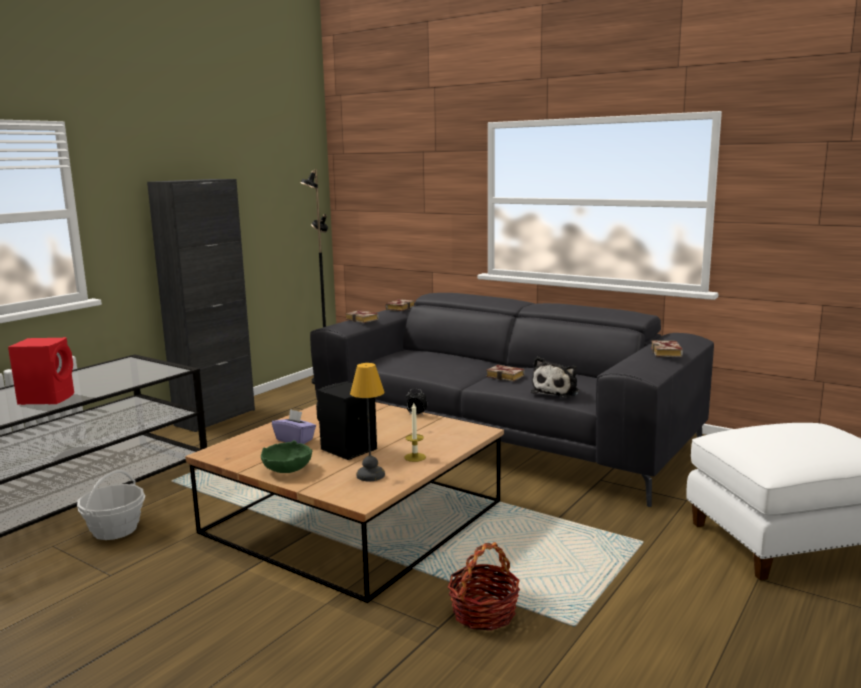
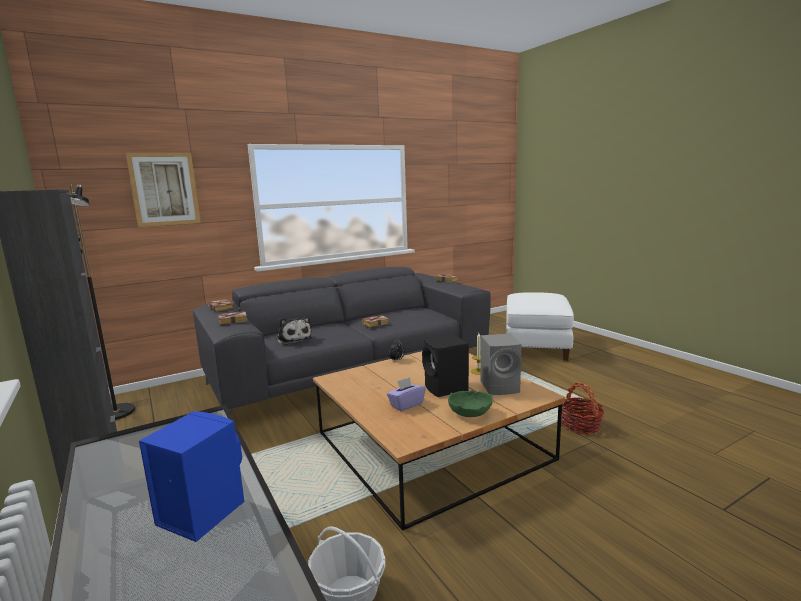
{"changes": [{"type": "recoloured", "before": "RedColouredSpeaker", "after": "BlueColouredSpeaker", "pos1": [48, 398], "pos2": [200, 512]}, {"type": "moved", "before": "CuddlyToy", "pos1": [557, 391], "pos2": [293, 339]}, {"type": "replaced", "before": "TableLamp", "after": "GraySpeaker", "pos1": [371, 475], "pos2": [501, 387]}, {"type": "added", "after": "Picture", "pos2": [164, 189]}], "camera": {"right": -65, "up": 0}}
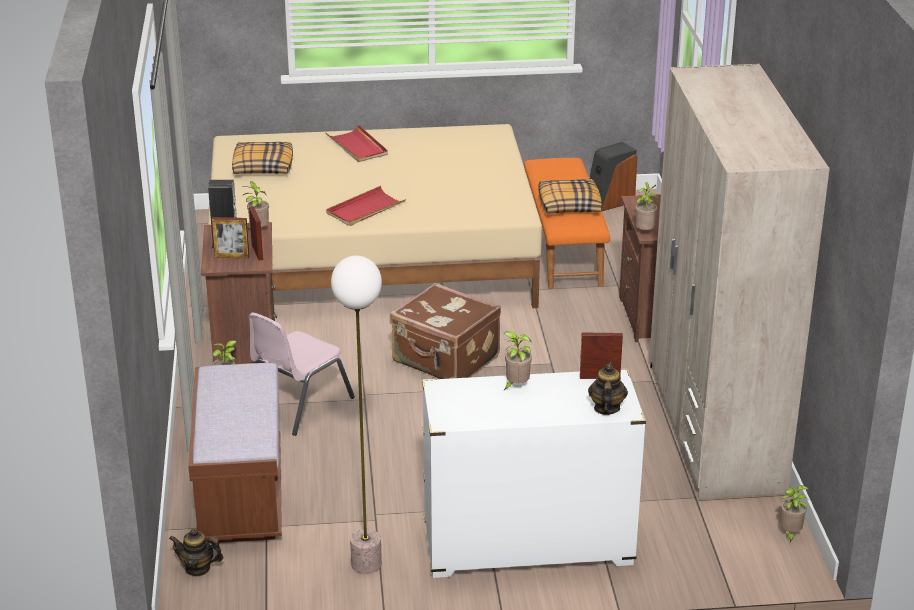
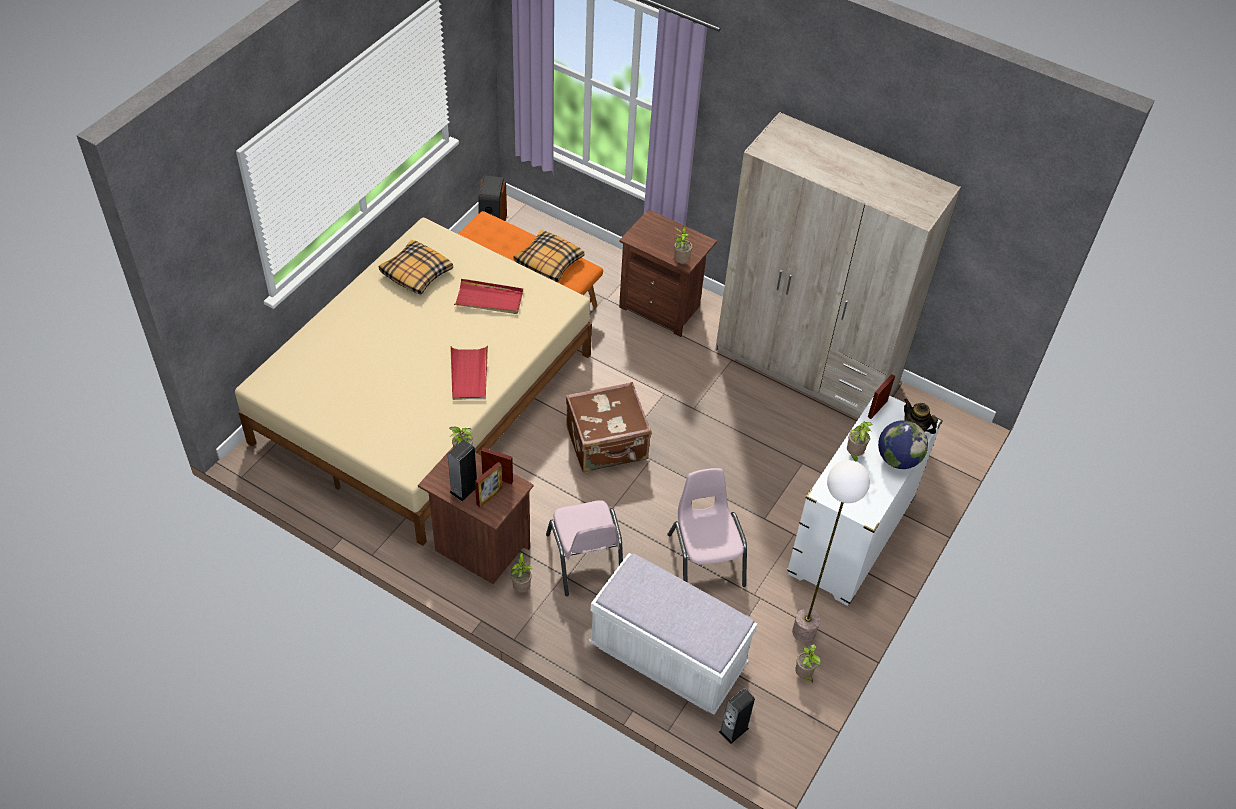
{"changes": [{"type": "moved", "before": "RedColouredServingTray", "pos1": [357, 147], "pos2": [489, 299]}, {"type": "moved", "before": "ThrowPillow", "pos1": [262, 166], "pos2": [416, 273]}, {"type": "recoloured", "before": "BrownishLongSeat", "after": "WhiteColouredLongSeat", "pos1": [240, 494], "pos2": [667, 657]}, {"type": "moved", "before": "PlantInAPot", "pos1": [790, 534], "pos2": [804, 675]}, {"type": "replaced", "before": "TeaPot", "after": "Speaker", "pos1": [197, 568], "pos2": [733, 730]}, {"type": "added", "after": "WorldGlobe", "pos2": [898, 459]}, {"type": "added", "after": "PinkChair", "pos2": [705, 559]}], "camera": {"right": -55, "up": 20}}
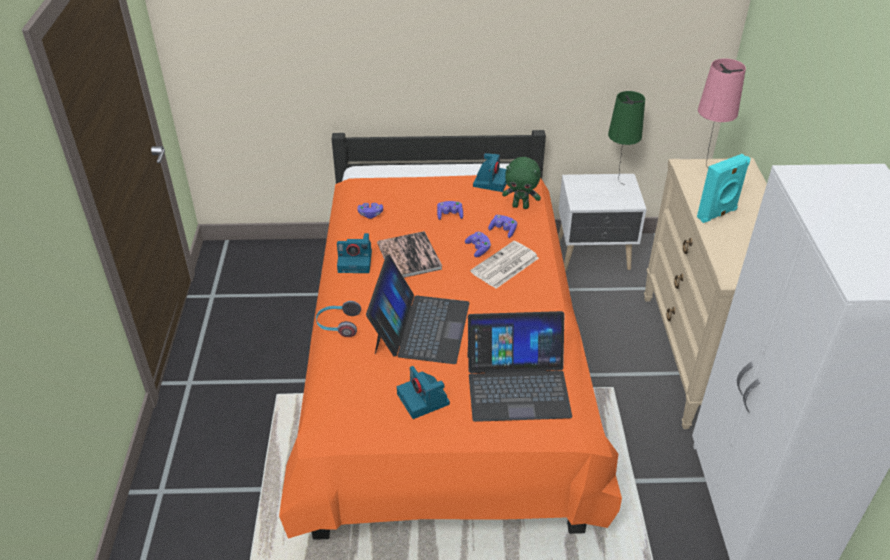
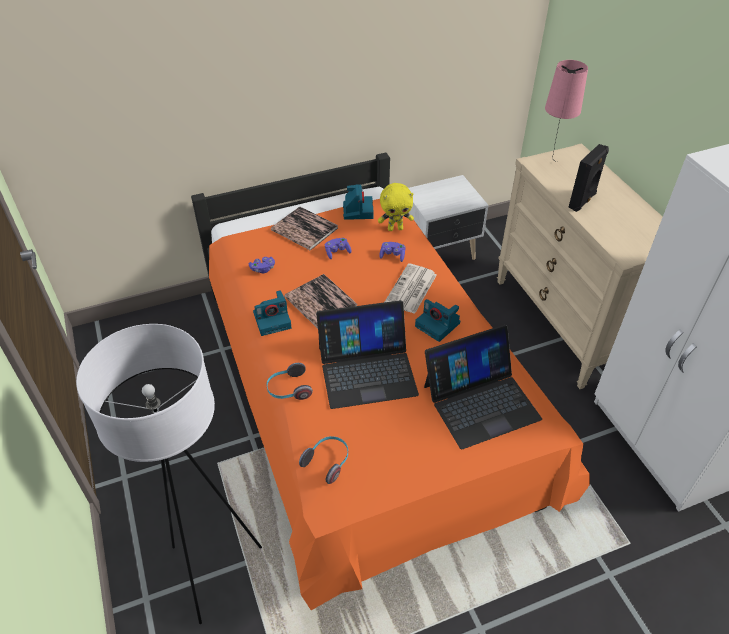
{"changes": [{"type": "removed", "before": "GreenTableLamp", "pos1": [616, 185]}, {"type": "recoloured", "before": "TurquoiseSpeaker", "after": "BlackSpeaker", "pos1": [717, 214], "pos2": [583, 201]}, {"type": "recoloured", "before": "GreenCuddlyToy", "after": "YellowishCuddlyToy", "pos1": [521, 206], "pos2": [395, 228]}, {"type": "removed", "before": "PurpleGameController", "pos1": [478, 249]}, {"type": "turned", "before": "PortableComputer", "pos1": [420, 327], "pos2": [367, 370], "turn": 90}, {"type": "moved", "before": "StillCamera", "pos1": [424, 400], "pos2": [438, 325]}, {"type": "added", "after": "Volume", "pos2": [304, 229]}, {"type": "added", "after": "WhiteColouredStandardLamp", "pos2": [213, 571]}, {"type": "added", "after": "Headphones", "pos2": [327, 462]}], "camera": {"right": -20, "up": 5}}
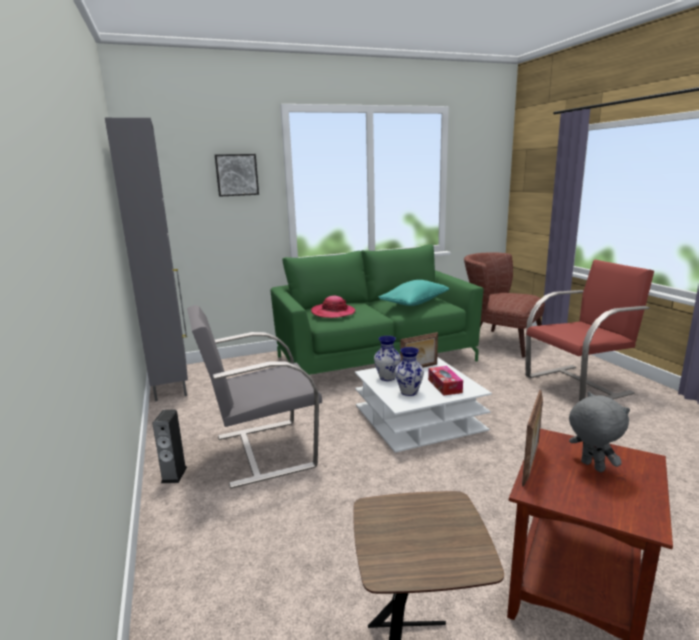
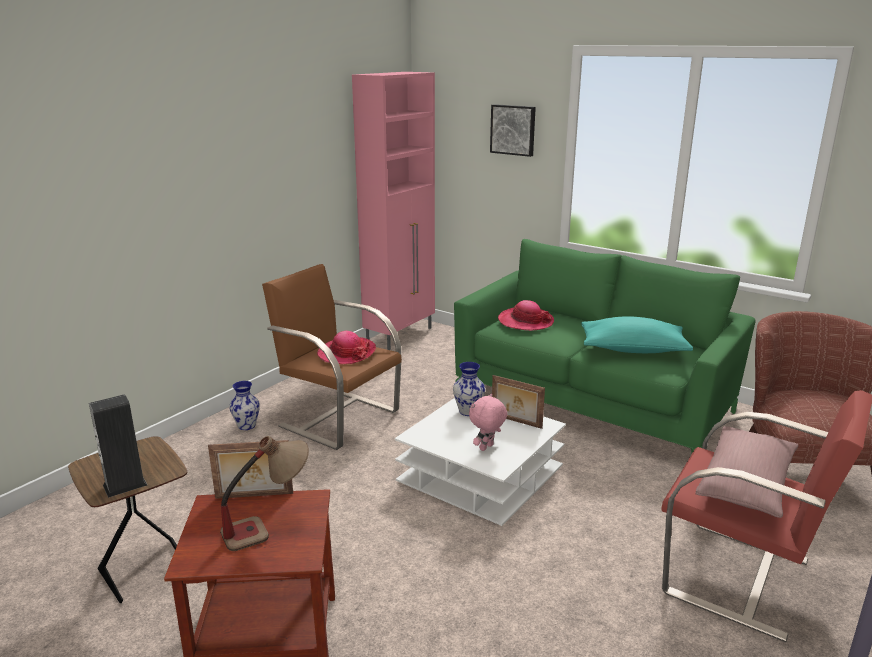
{"changes": [{"type": "recoloured", "before": "GrayCabinet", "after": "PinkCabinet", "pos1": [171, 384], "pos2": [400, 335]}, {"type": "recoloured", "before": "GrayArmchair", "after": "BrownishArmchair", "pos1": [263, 451], "pos2": [338, 418]}, {"type": "moved", "before": "FlowerVase", "pos1": [408, 392], "pos2": [247, 425]}, {"type": "replaced", "before": "BoxOfTissues", "after": "PinkCuddlyToy", "pos1": [444, 386], "pos2": [487, 448]}, {"type": "replaced", "before": "GrayCuddlyToy", "after": "TableLamp", "pos1": [591, 467], "pos2": [269, 527]}, {"type": "moved", "before": "Speaker", "pos1": [174, 475], "pos2": [125, 485]}, {"type": "added", "after": "ClothingHat", "pos2": [346, 353]}, {"type": "added", "after": "PinkThrowPillow", "pos2": [745, 485]}], "camera": {"right": 55, "up": 5}}
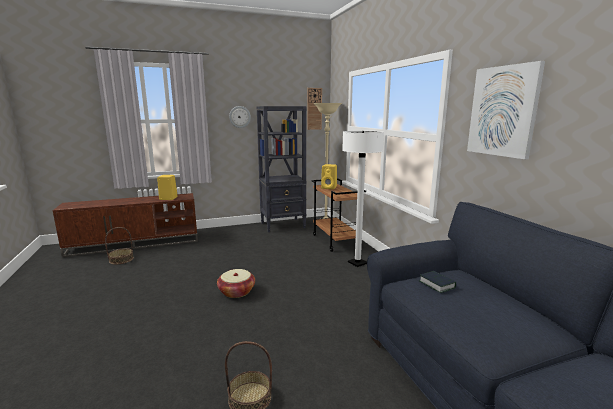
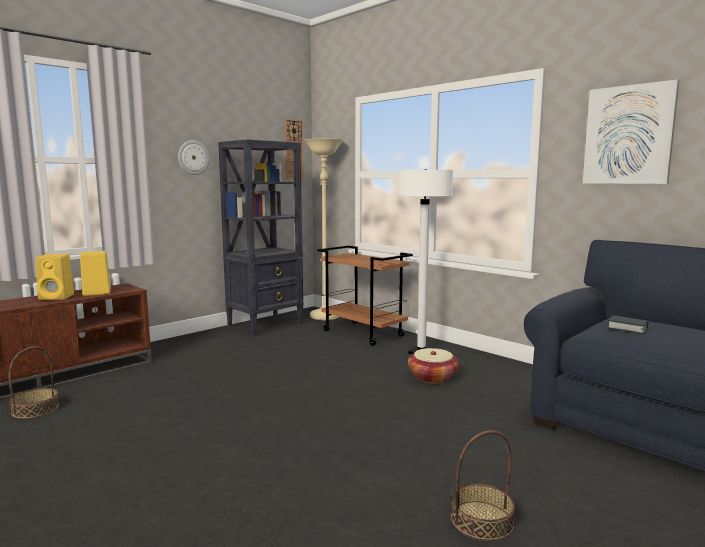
{"changes": [{"type": "moved", "before": "YellowishSpeaker", "pos1": [329, 187], "pos2": [58, 297]}, {"type": "moved", "before": "StorageBasket", "pos1": [236, 292], "pos2": [432, 377]}], "camera": {"right": -25, "up": -5}}
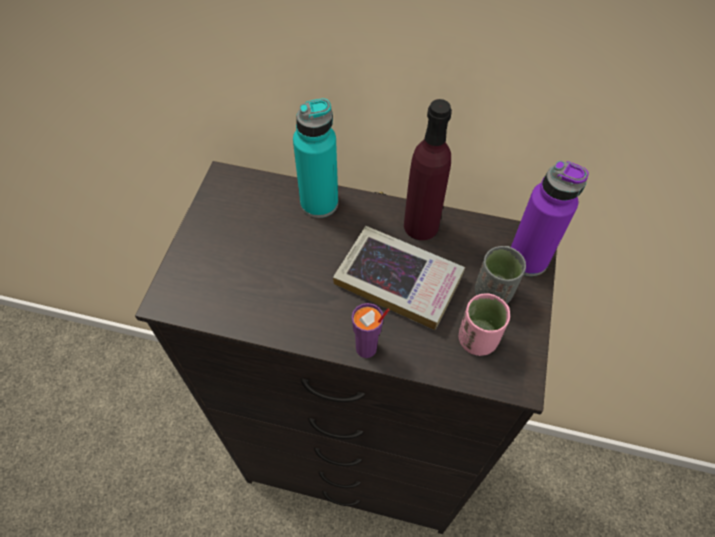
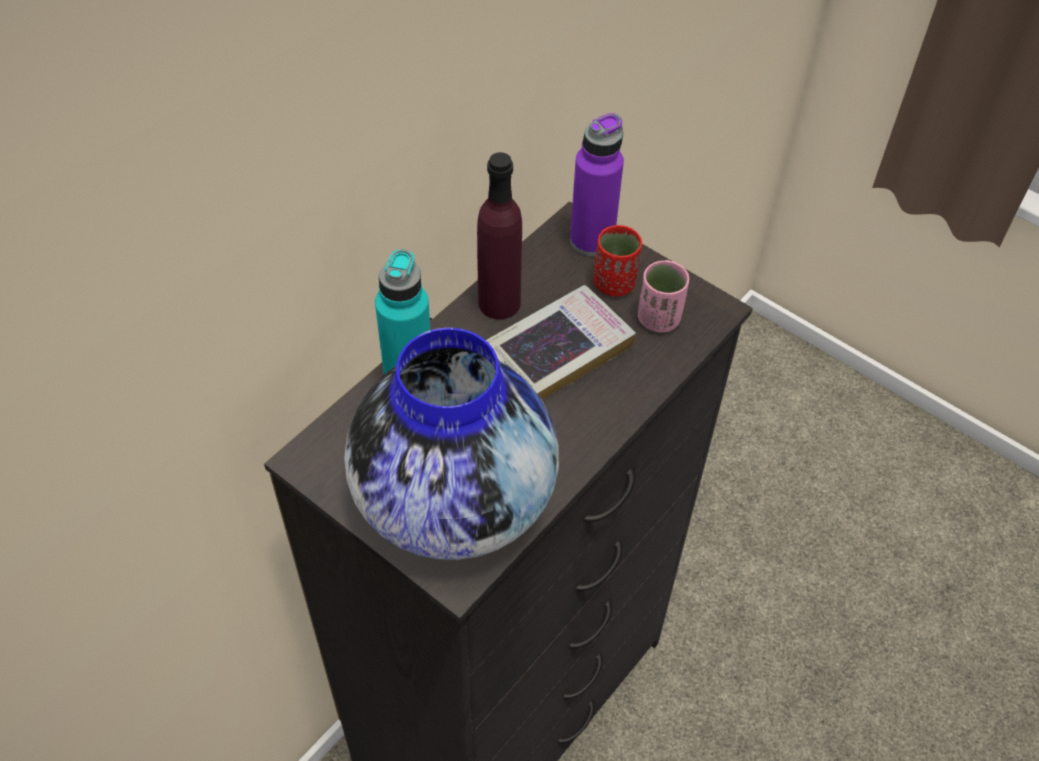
{"changes": [{"type": "recoloured", "before": "GrayCup", "after": "RedColouredCup", "pos1": [493, 292], "pos2": [614, 284]}, {"type": "removed", "before": "PurpleCup", "pos1": [366, 349]}, {"type": "added", "after": "FlowerVase", "pos2": [455, 498]}], "camera": {"right": -65, "up": -5}}
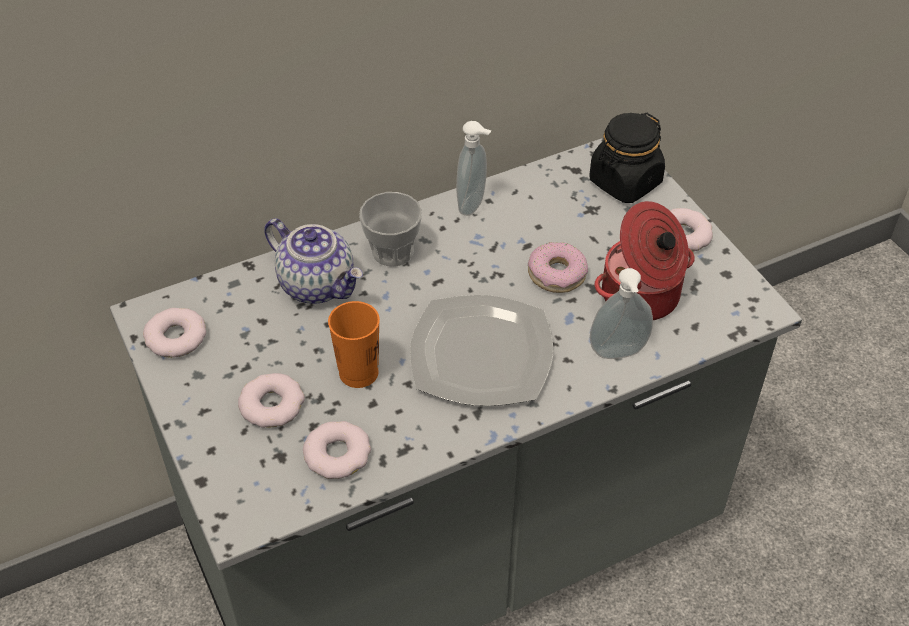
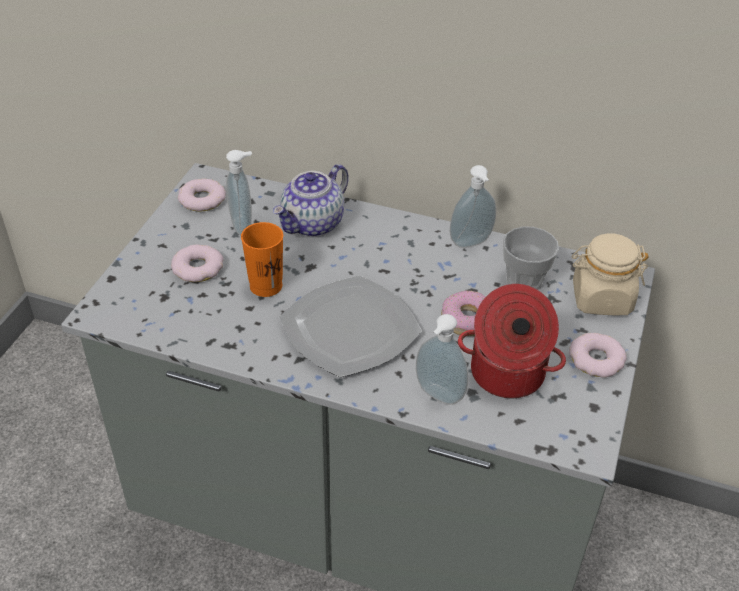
{"changes": [{"type": "recoloured", "before": "BlackPreserveJar", "after": "SandColouredPreserveJar", "pos1": [625, 182], "pos2": [601, 298]}, {"type": "moved", "before": "Cup", "pos1": [392, 252], "pos2": [524, 280]}, {"type": "turned", "before": "TeaPot", "pos1": [318, 284], "pos2": [313, 224], "turn": 45}, {"type": "removed", "before": "RingDoughnut", "pos1": [337, 454]}, {"type": "added", "after": "SoapBottle", "pos2": [244, 226]}], "camera": {"right": 45, "up": -5}}
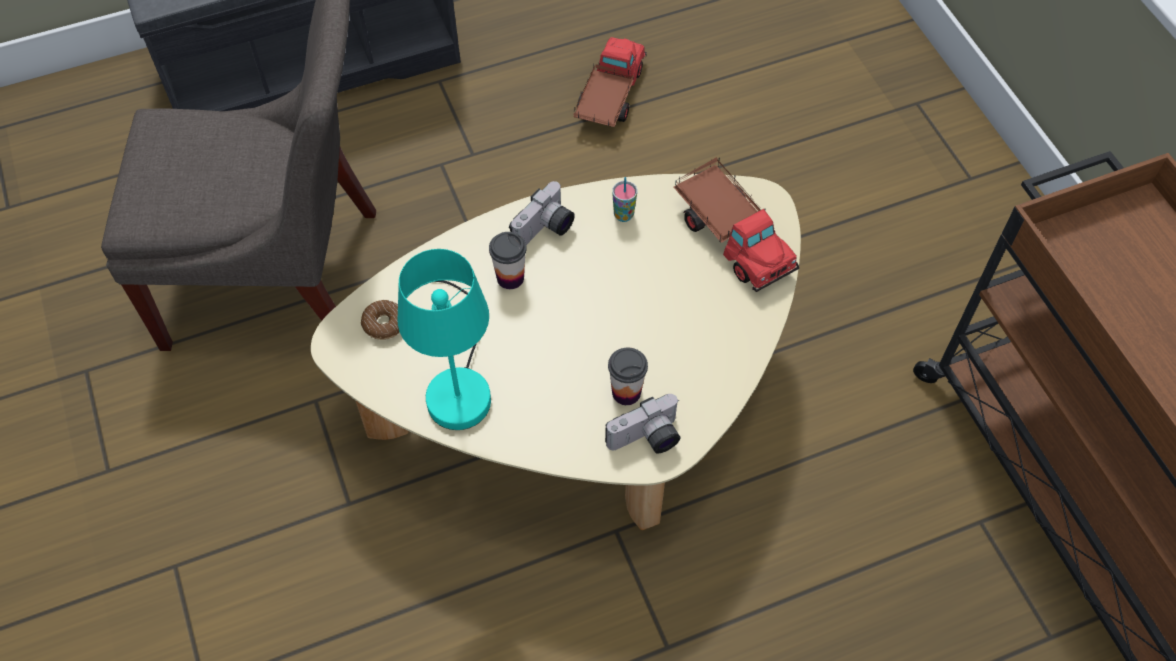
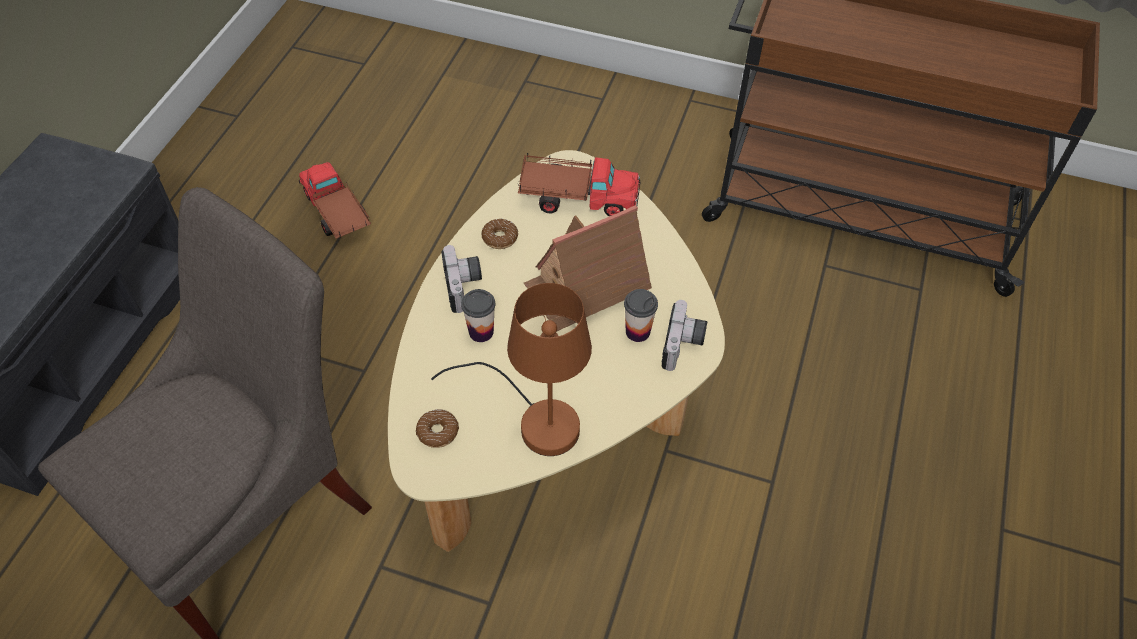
{"changes": [{"type": "replaced", "before": "Cup", "after": "RingDoughnut", "pos1": [623, 215], "pos2": [500, 238]}, {"type": "recoloured", "before": "TurquoiseTableLamp", "after": "BrownishTableLamp", "pos1": [460, 382], "pos2": [536, 419]}, {"type": "added", "after": "ToyHouse", "pos2": [587, 286]}], "camera": {"right": -50, "up": -5}}
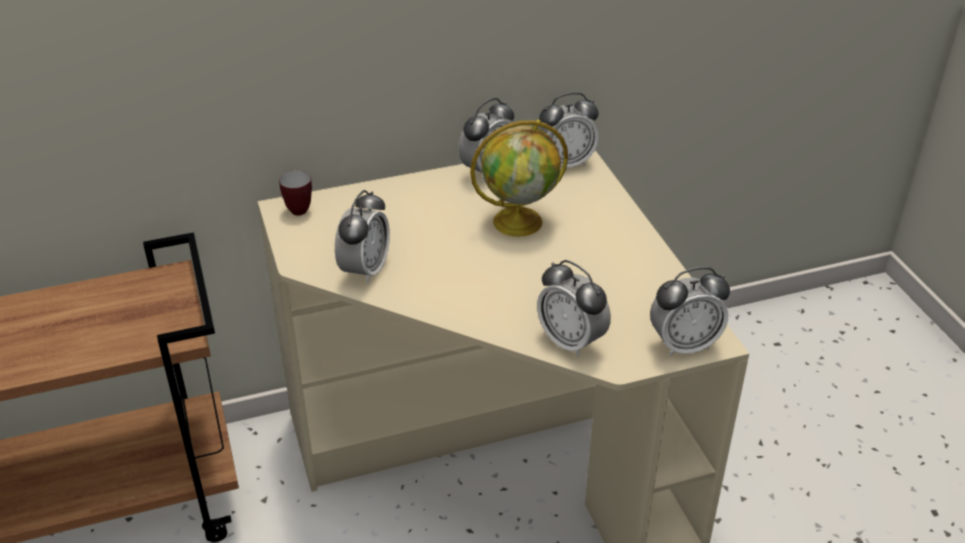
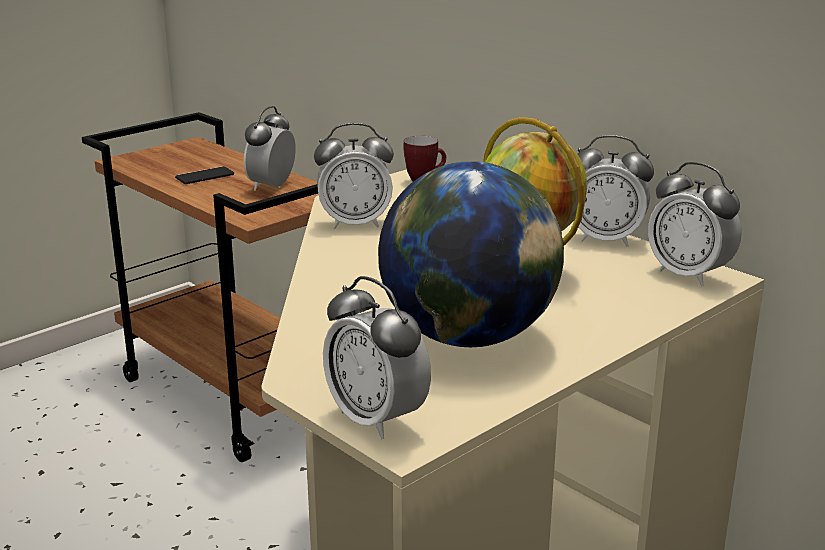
{"changes": [{"type": "moved", "before": "AlarmClock", "pos1": [571, 341], "pos2": [271, 186]}, {"type": "added", "after": "WorldGlobe", "pos2": [468, 338]}, {"type": "added", "after": "Phone", "pos2": [205, 176]}], "camera": {"right": 65, "up": -15}}
